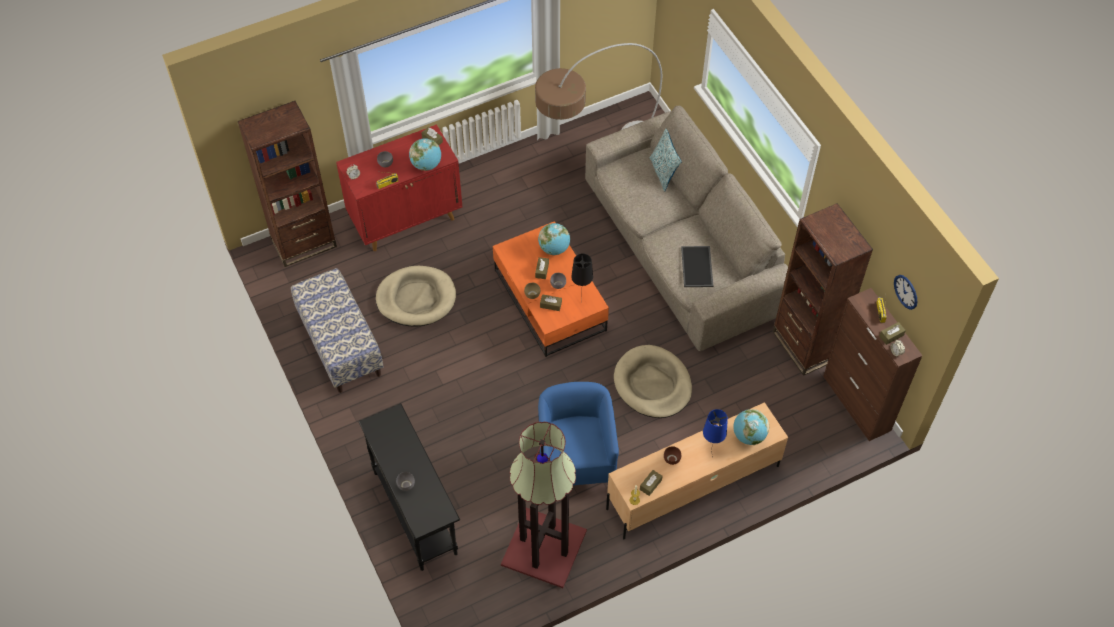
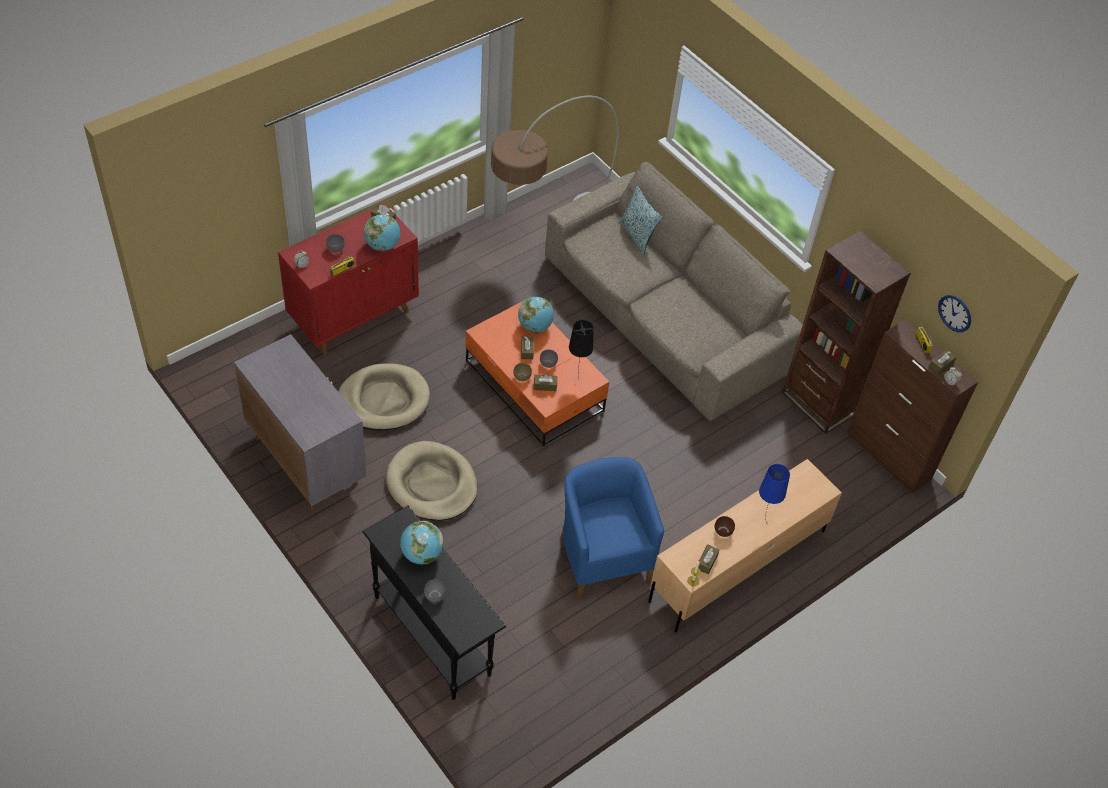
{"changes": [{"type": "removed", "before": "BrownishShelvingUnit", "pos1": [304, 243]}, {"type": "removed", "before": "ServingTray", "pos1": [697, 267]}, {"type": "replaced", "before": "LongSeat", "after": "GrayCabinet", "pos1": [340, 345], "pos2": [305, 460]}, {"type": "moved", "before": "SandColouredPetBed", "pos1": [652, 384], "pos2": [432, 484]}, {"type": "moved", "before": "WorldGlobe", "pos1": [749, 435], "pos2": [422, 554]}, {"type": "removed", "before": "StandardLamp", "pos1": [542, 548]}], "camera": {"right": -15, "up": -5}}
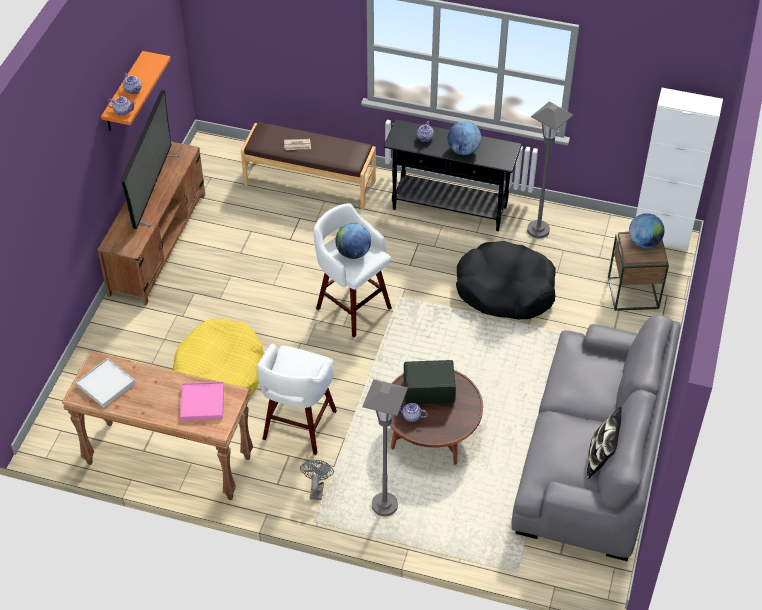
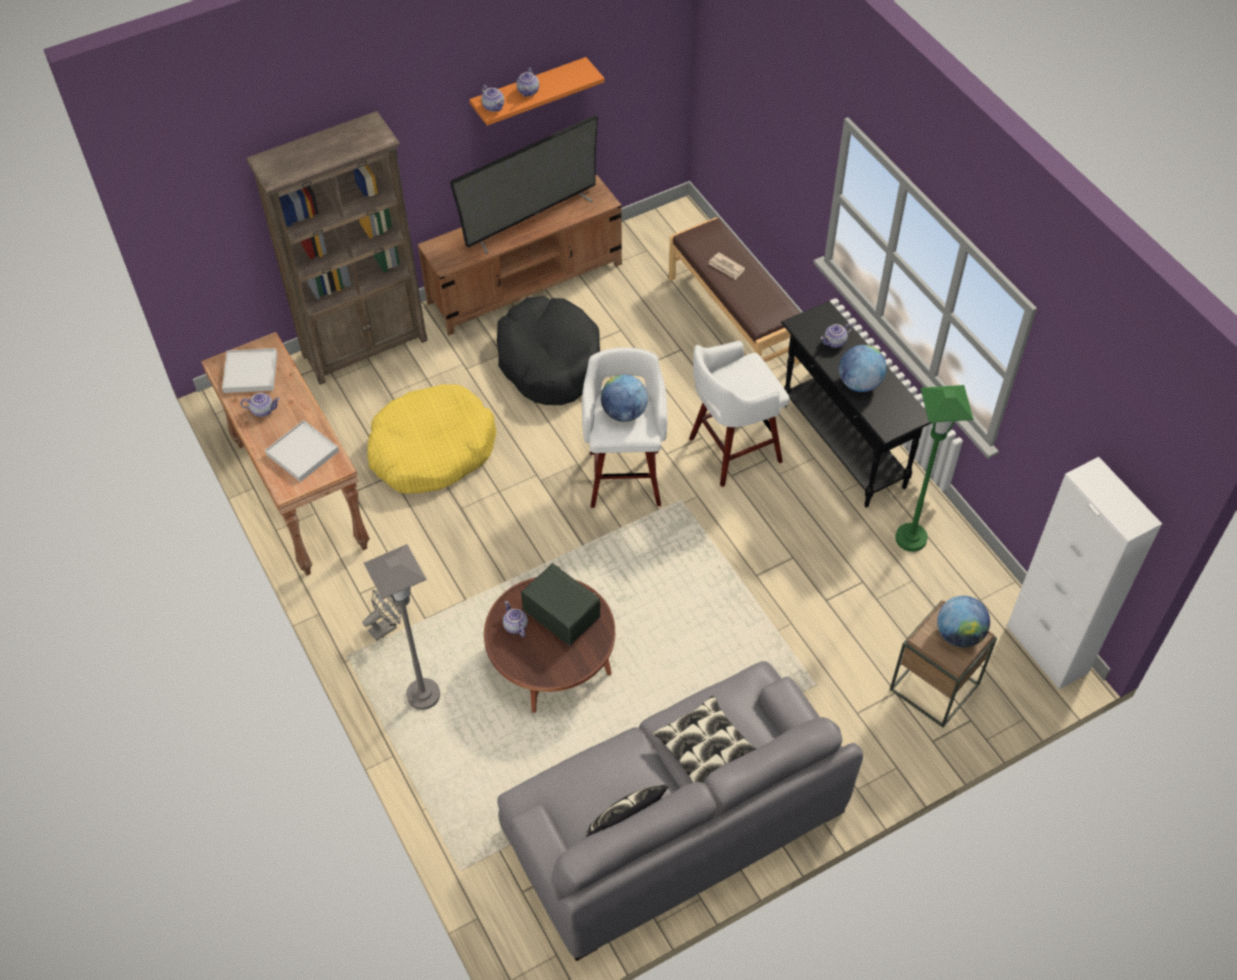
{"changes": [{"type": "recoloured", "before": "GrayStandardLamp", "after": "GreenStandardLamp", "pos1": [538, 230], "pos2": [911, 538]}, {"type": "moved", "before": "BlackPetBed", "pos1": [505, 290], "pos2": [550, 361]}, {"type": "moved", "before": "WhiteColouredStoolSeat", "pos1": [298, 427], "pos2": [732, 451]}, {"type": "recoloured", "before": "PinkServingTray", "after": "WhiteColouredServingTray", "pos1": [202, 403], "pos2": [302, 453]}, {"type": "added", "after": "BrownishShelvingUnit", "pos2": [366, 347]}, {"type": "added", "after": "TeaPot", "pos2": [263, 410]}, {"type": "added", "after": "ThrowPillow", "pos2": [704, 747]}], "camera": {"right": 45, "up": 5}}
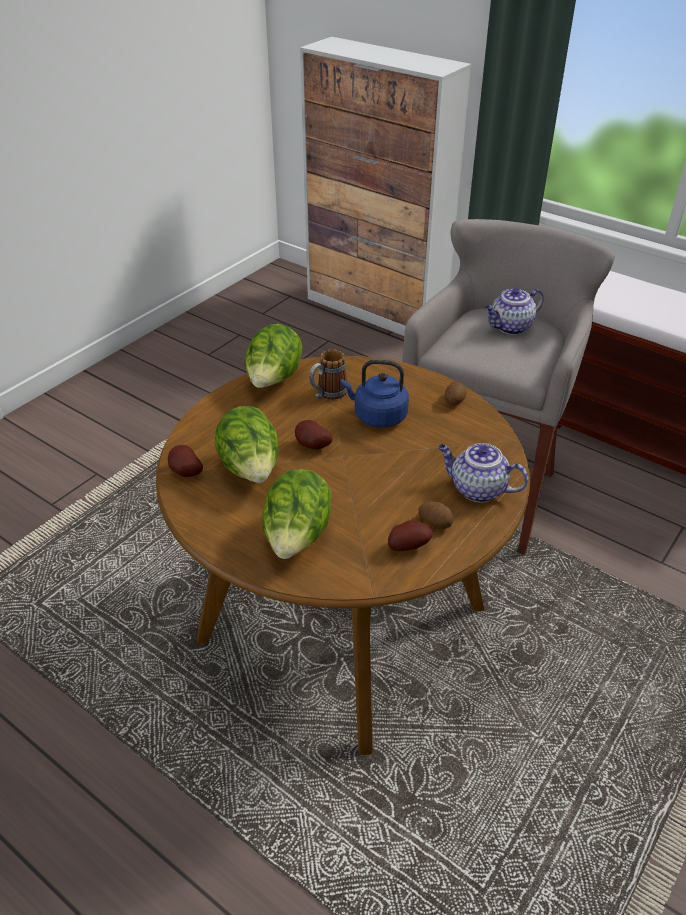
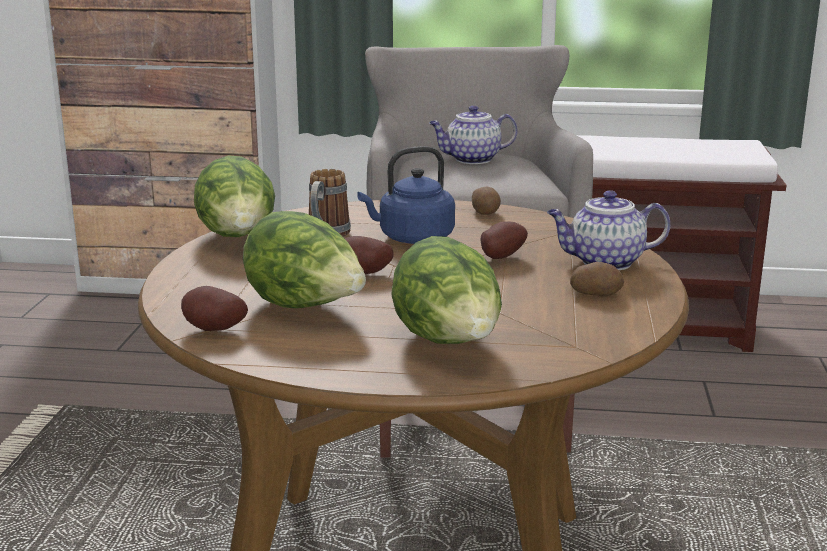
{"changes": [{"type": "turned", "before": "TeaPot", "pos1": [510, 327], "pos2": [471, 160], "turn": 45}, {"type": "moved", "before": "WholePotato", "pos1": [408, 545], "pos2": [500, 258]}], "camera": {"right": -30, "up": -20}}
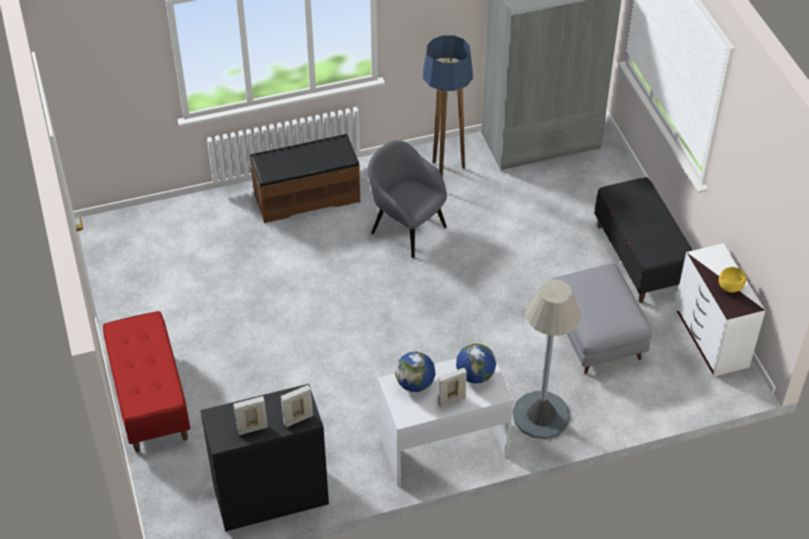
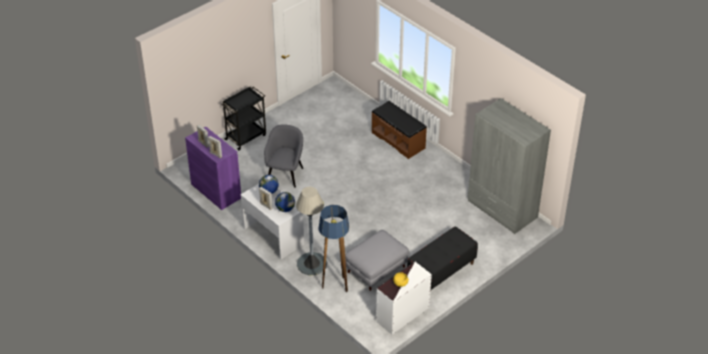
{"changes": [{"type": "moved", "before": "StandardLamp", "pos1": [445, 176], "pos2": [334, 286]}, {"type": "moved", "before": "GrayArmchair", "pos1": [407, 229], "pos2": [285, 174]}, {"type": "replaced", "before": "RedColouredLongSeat", "after": "BlackTrolley", "pos1": [150, 399], "pos2": [246, 137]}, {"type": "recoloured", "before": "BlackCabinet", "after": "PurpleCabinet", "pos1": [271, 496], "pos2": [216, 191]}], "camera": {"right": 65, "up": -5}}
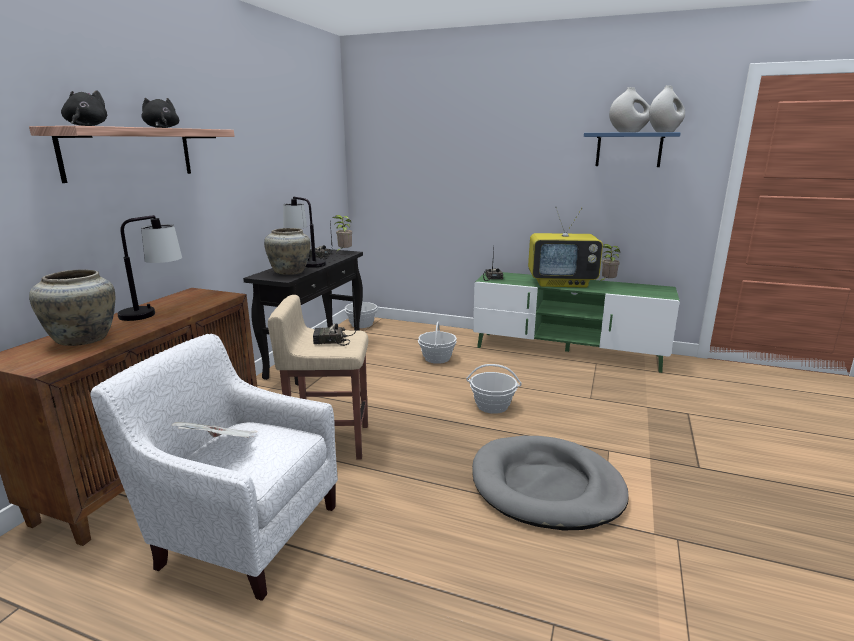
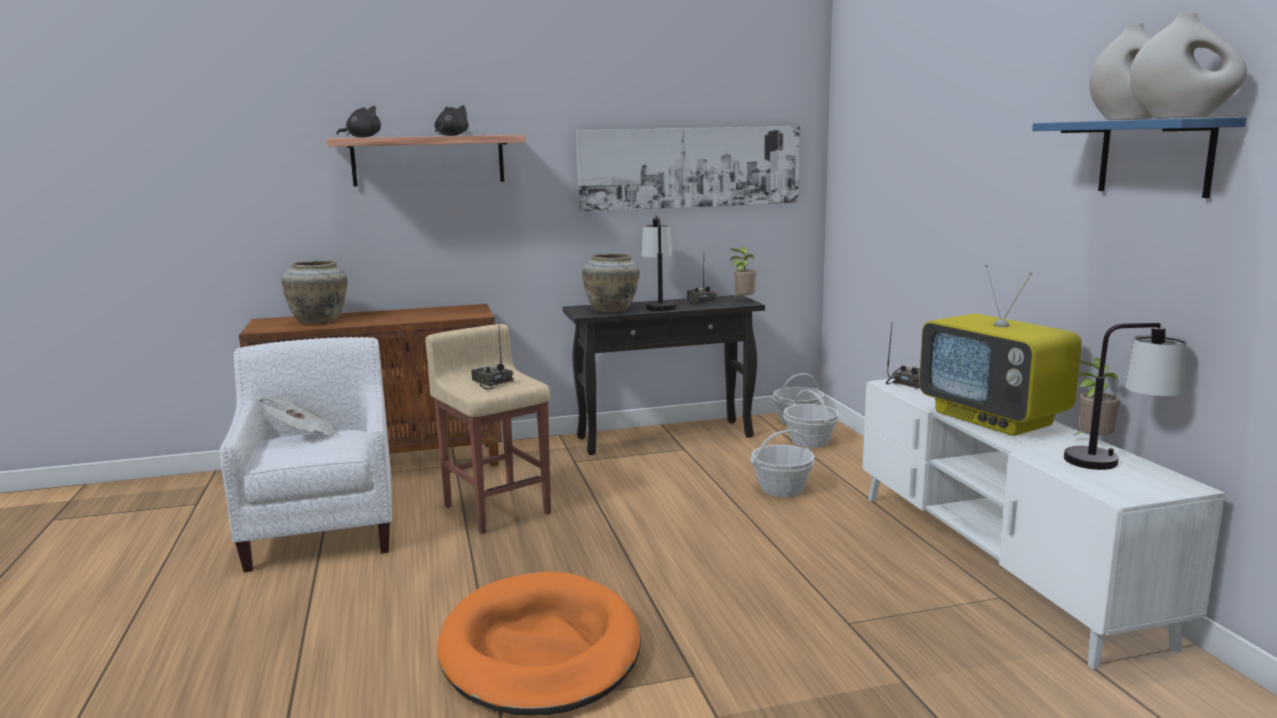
{"changes": [{"type": "moved", "before": "TableLamp", "pos1": [154, 312], "pos2": [1116, 463]}, {"type": "recoloured", "before": "GreenMediaConsole", "after": "WhiteColouredMediaConsole", "pos1": [566, 351], "pos2": [997, 562]}, {"type": "moved", "before": "StorageBasket", "pos1": [492, 406], "pos2": [810, 441]}, {"type": "recoloured", "before": "GrayPetBed", "after": "OrangePetBed", "pos1": [546, 486], "pos2": [540, 651]}, {"type": "added", "after": "Picture", "pos2": [690, 167]}], "camera": {"right": 55, "up": -5}}
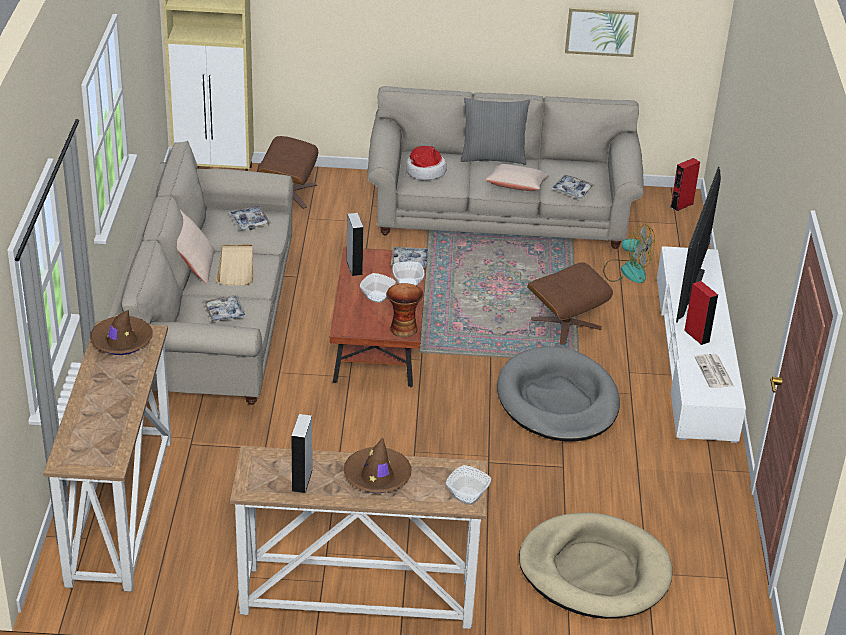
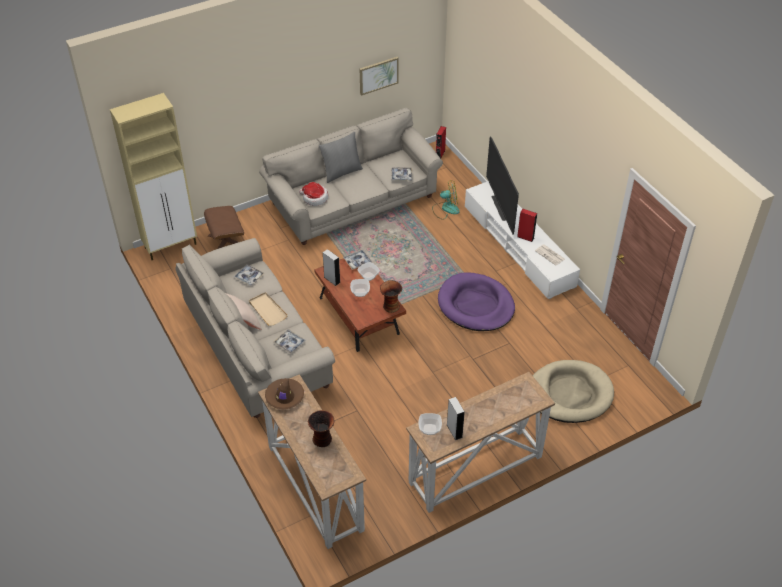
{"changes": [{"type": "removed", "before": "SandColouredThrowPillow", "pos1": [516, 187]}, {"type": "removed", "before": "BrownishPouffe", "pos1": [565, 323]}, {"type": "recoloured", "before": "GrayPetBed", "after": "PurplePetBed", "pos1": [558, 400], "pos2": [476, 305]}, {"type": "removed", "before": "BrownishClothingHat", "pos1": [377, 476]}, {"type": "moved", "before": "DeepDish", "pos1": [467, 496], "pos2": [430, 429]}, {"type": "added", "after": "FlowerVase", "pos2": [323, 439]}], "camera": {"right": -30, "up": 10}}
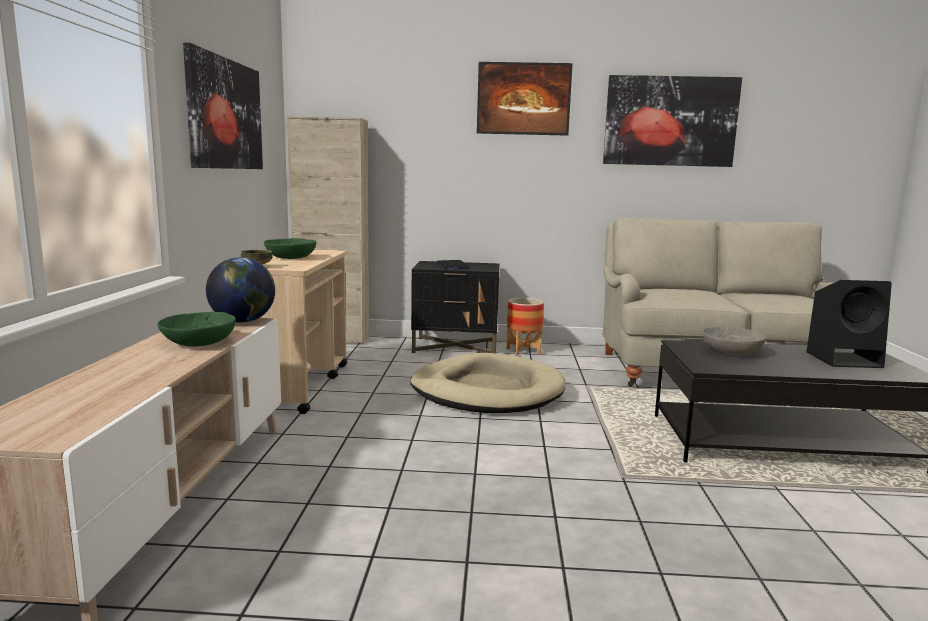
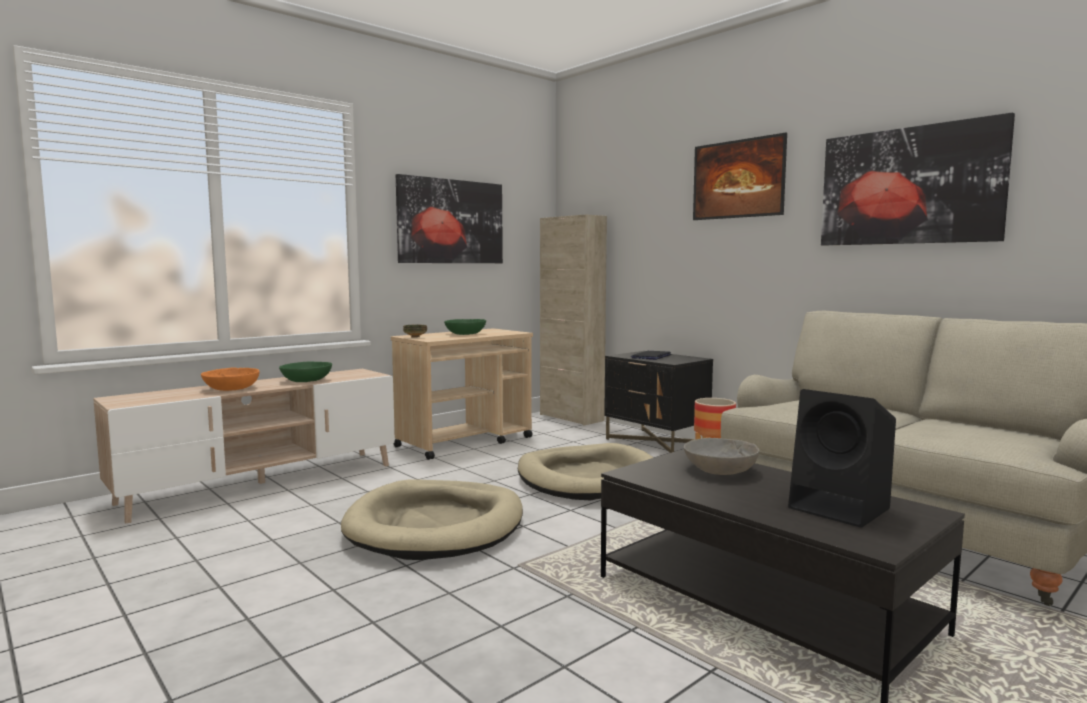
{"changes": [{"type": "removed", "before": "WorldGlobe", "pos1": [243, 321]}, {"type": "added", "after": "OrangeDeepDish", "pos2": [231, 389]}, {"type": "added", "after": "SandColouredPetBed", "pos2": [436, 526]}], "camera": {"right": 45, "up": -5}}
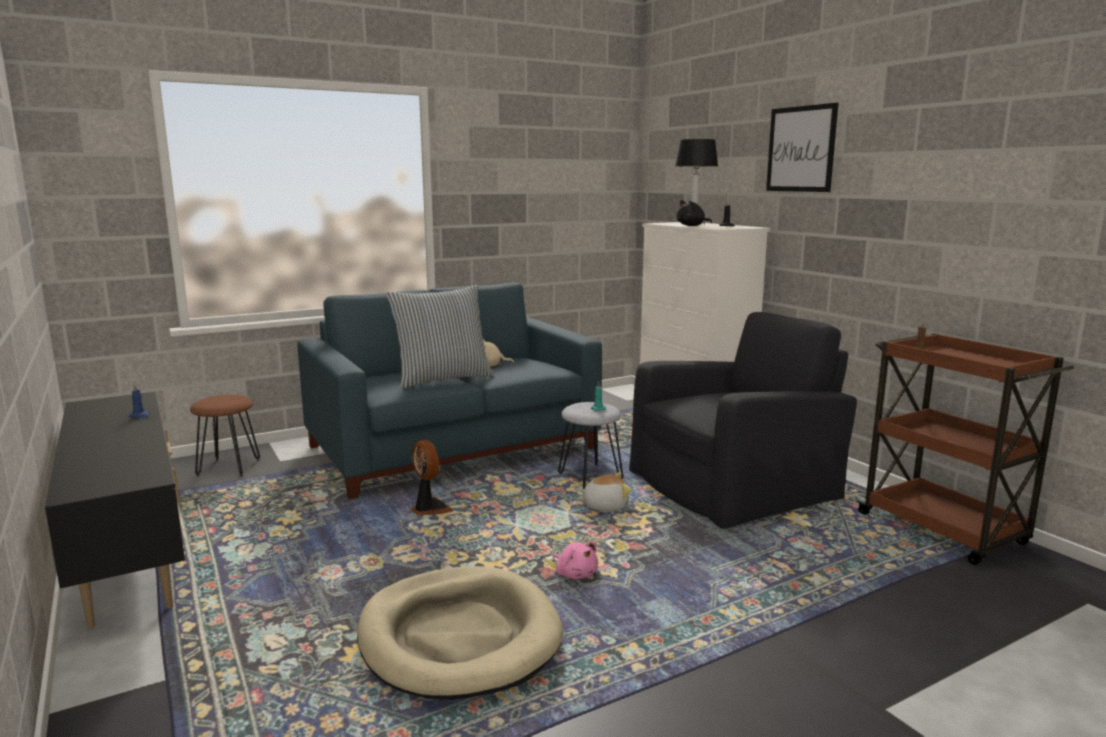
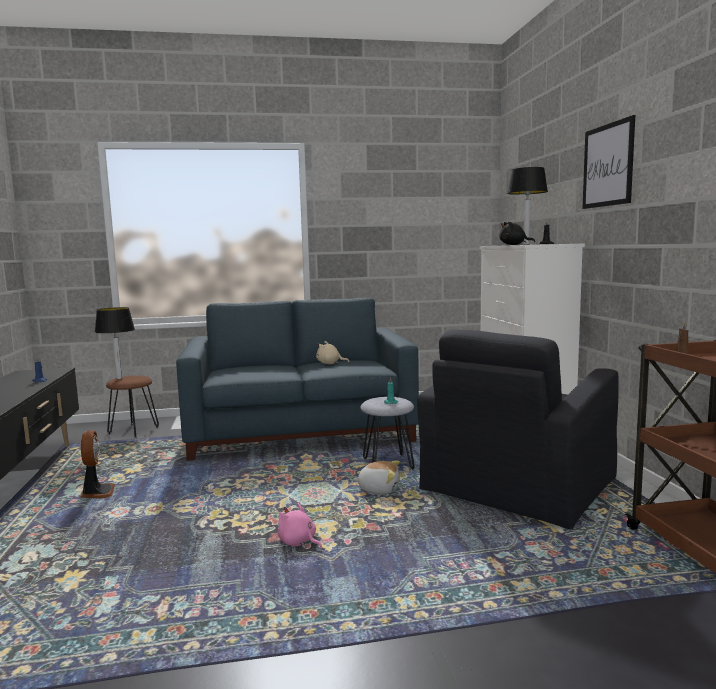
{"changes": [{"type": "removed", "before": "ThrowPillow", "pos1": [442, 379]}, {"type": "turned", "before": "BlackArmchair", "pos1": [734, 483], "pos2": [517, 484], "turn": 135}, {"type": "moved", "before": "ElectricFan", "pos1": [429, 509], "pos2": [97, 493]}, {"type": "turned", "before": "PinkCuddlyToy", "pos1": [575, 574], "pos2": [298, 542], "turn": 150}, {"type": "removed", "before": "SandColouredPetBed", "pos1": [459, 637]}, {"type": "added", "after": "TableLamp", "pos2": [120, 378]}], "camera": {"right": 20, "up": -5}}
